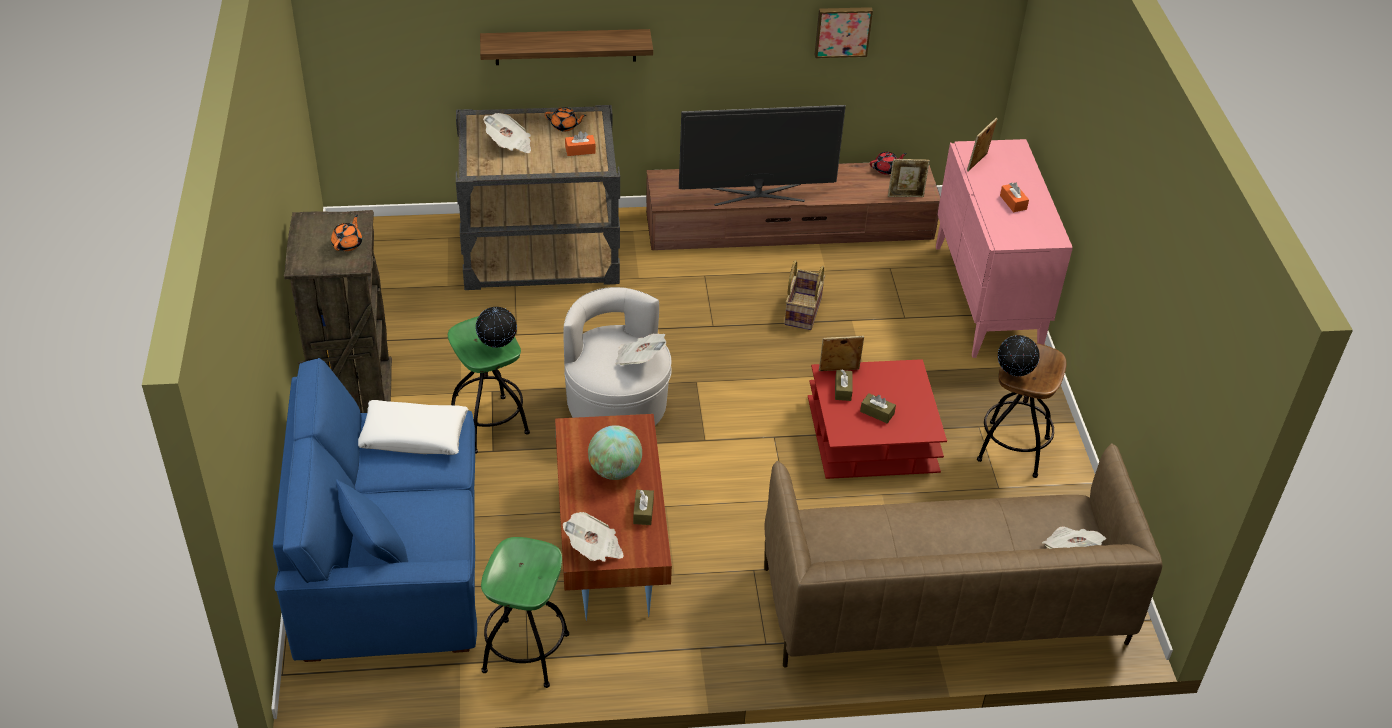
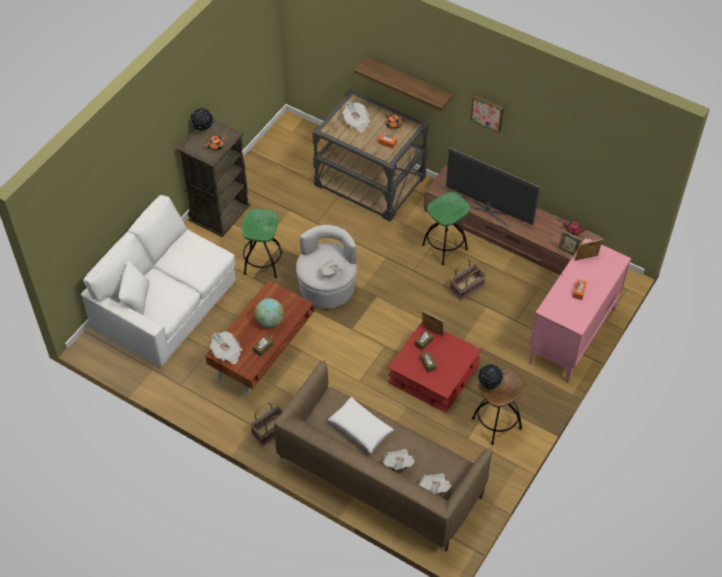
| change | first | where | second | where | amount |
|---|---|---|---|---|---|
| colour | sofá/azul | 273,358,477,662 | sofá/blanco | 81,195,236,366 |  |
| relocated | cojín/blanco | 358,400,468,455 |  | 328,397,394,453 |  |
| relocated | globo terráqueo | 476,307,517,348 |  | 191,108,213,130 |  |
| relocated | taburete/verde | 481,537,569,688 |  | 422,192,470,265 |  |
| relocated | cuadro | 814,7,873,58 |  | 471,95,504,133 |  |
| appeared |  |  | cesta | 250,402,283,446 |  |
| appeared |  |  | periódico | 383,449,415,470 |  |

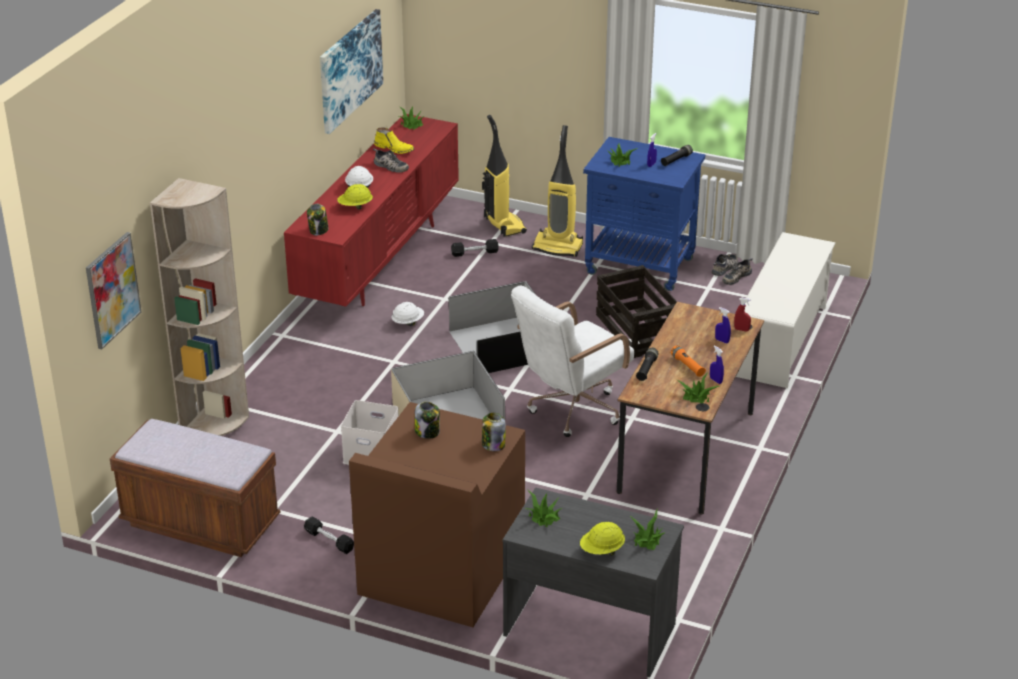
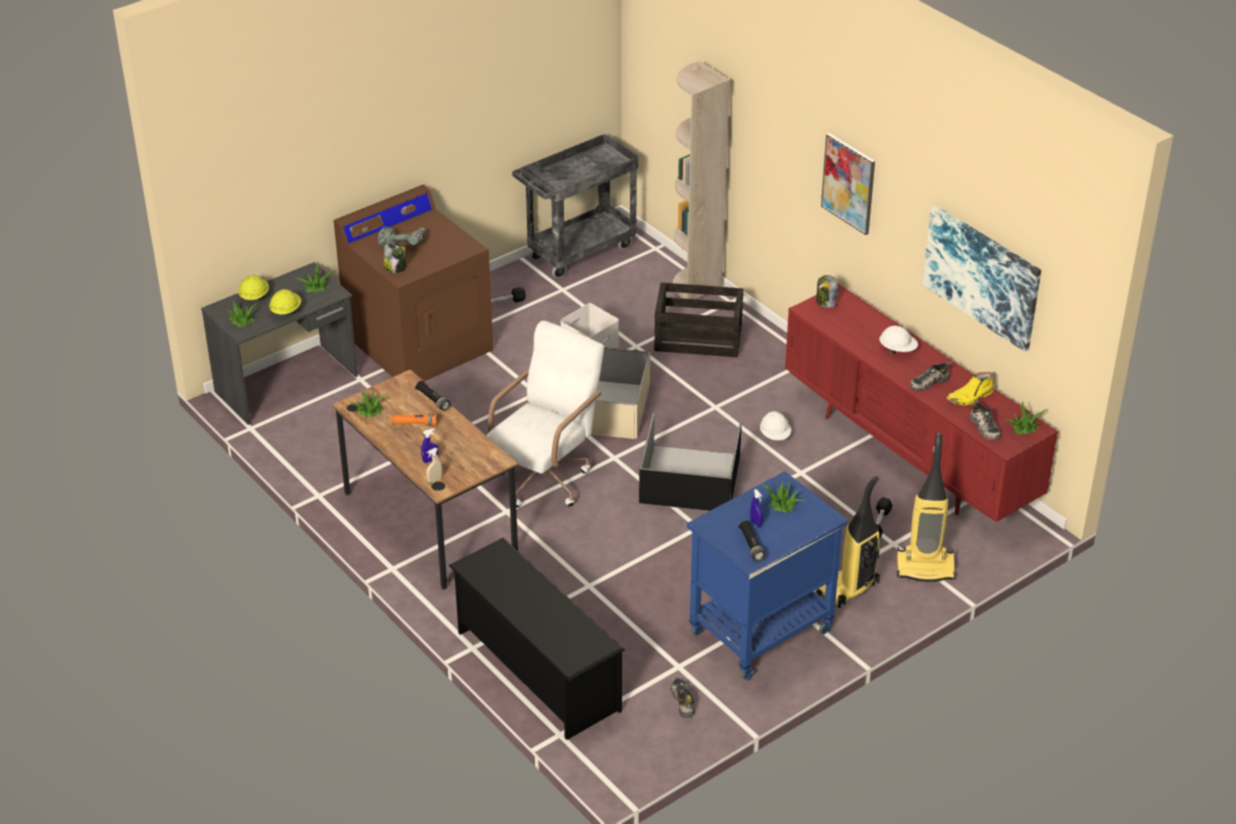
| change | first | where | second | where | amount |
|---|---|---|---|---|---|
| relocated | cuadro | 86,232,141,349 |  | 821,133,875,235 |  |
| exchanged | banco/marrón | 110,419,280,557 | carrito/gris | 512,134,638,279 |  |
| relocated | casco/amarillo | 337,184,373,210 |  | 269,289,301,314 |  |
| missing | tarro | 415,402,440,439 |  |  |  |
| spun | silla de oficina/blanco | 511,286,634,437 |  | 487,320,604,508 | 45 degrees clockwise |
| relocated | caja de embalaje | 596,265,677,358 |  | 654,282,743,357 |  |
| missing | pulverizador/azul | 710,345,724,384 |  |  |  |
| relocated | zapato | 712,254,738,276 |  | 970,399,1001,440 |  |
| colour | pulverizador/rojo | 734,298,751,331 | pulverizador/beis | 426,448,442,483 |  |
| colour | zapatero/blanco | 736,232,836,388 | zapatero/negro | 449,538,625,740 |  |
| appeared |  |  | taladro | 379,227,425,246 |  |

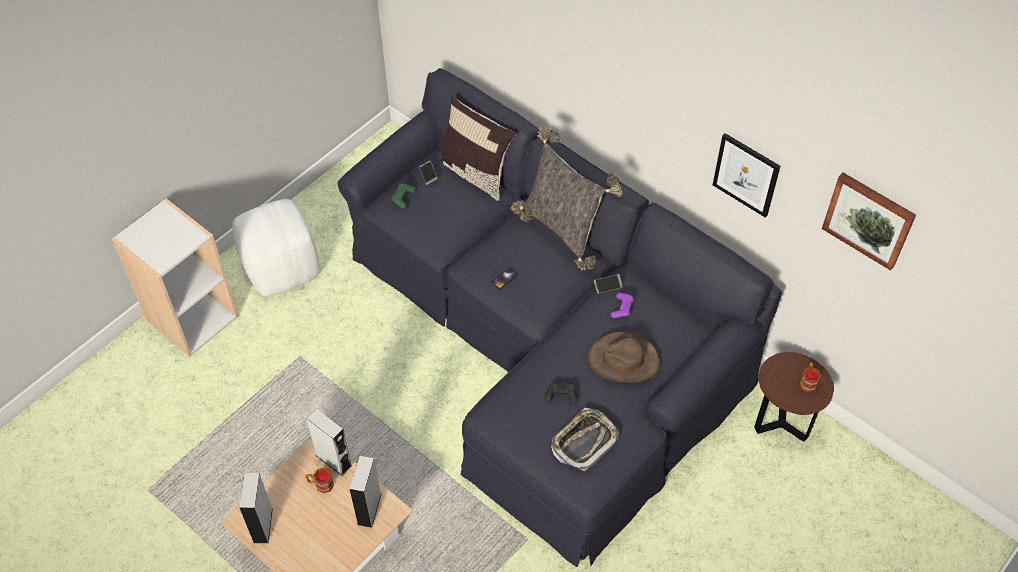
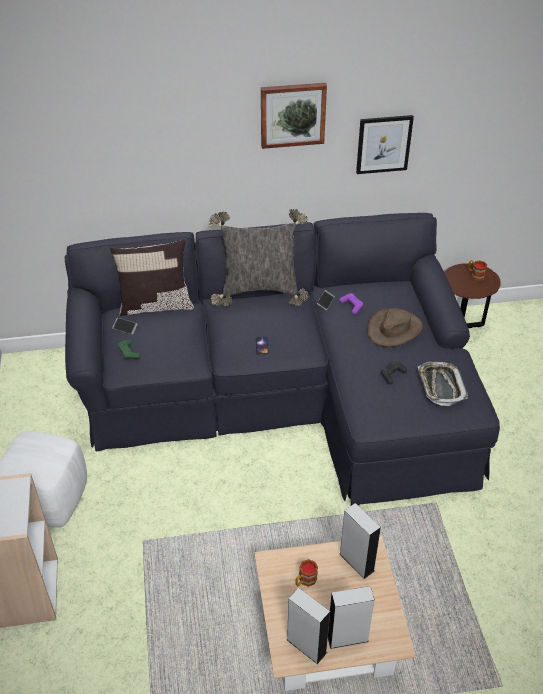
| change | first | where | second | where | amount |
|---|---|---|---|---|---|
| relocated | altavoz/gris | 306,408,352,476 |  | 328,586,375,649 |  |
| relocated | cuadro | 822,173,916,271 |  | 261,83,327,149 |  |

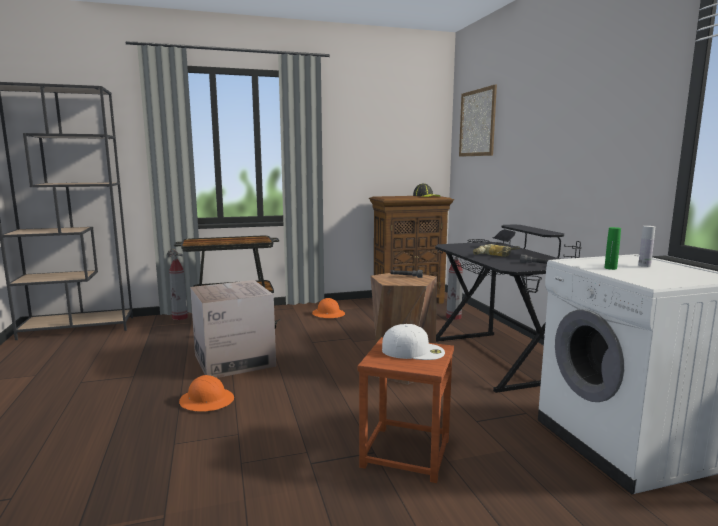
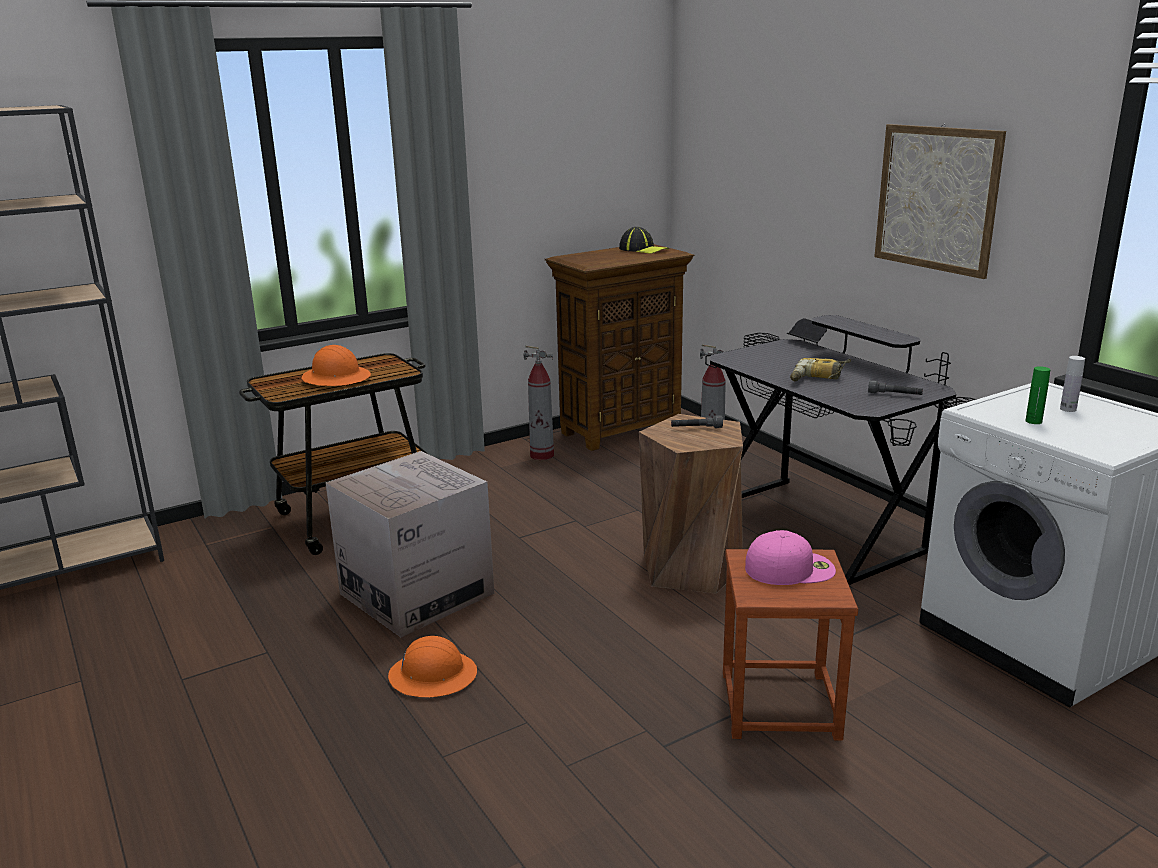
| change | first | where | second | where | amount |
|---|---|---|---|---|---|
| relocated | extintor | 167,248,188,320 |  | 524,345,554,460 |  |
| relocated | casco/naranja | 312,298,345,318 |  | 302,345,371,386 |  |
| colour | gorra/blanco | 382,324,445,360 | gorra/rosa | 745,530,836,585 |  |
| relocated | cuadro | 459,84,497,157 |  | 874,123,1006,279 |  |

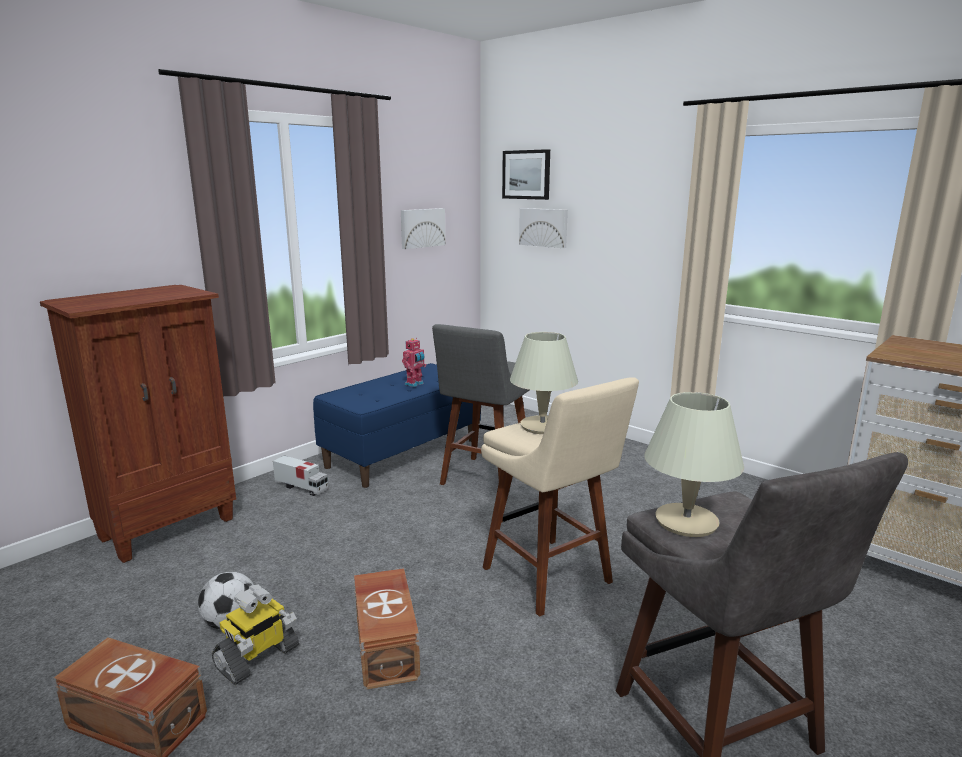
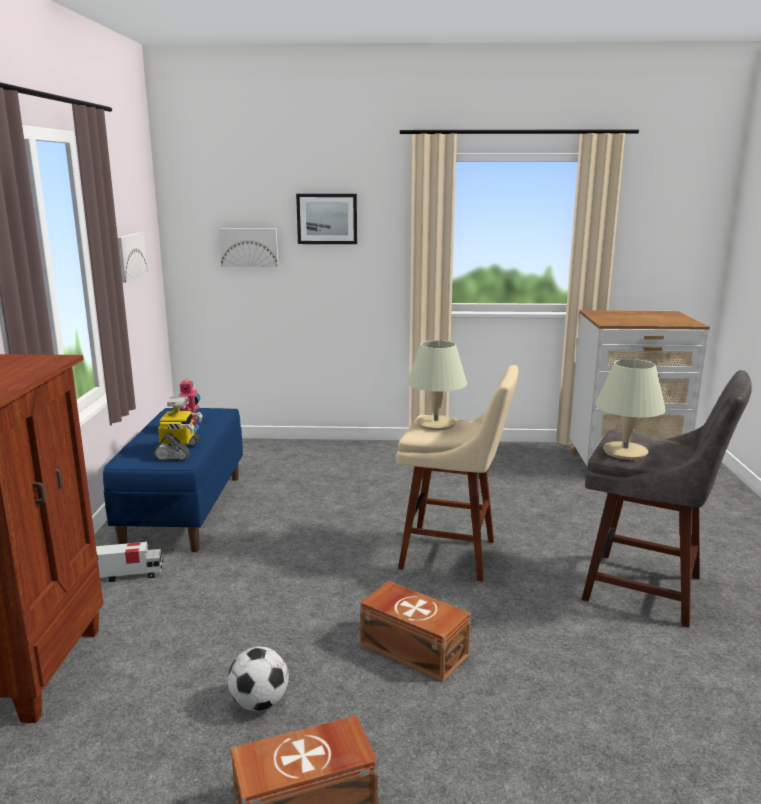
| change | first | where | second | where | amount |
|---|---|---|---|---|---|
| relocated | robot de juguete | 212,585,299,685 |  | 154,396,203,461 |  |
| missing | taburete/gris | 432,324,529,485 |  |  |  |
| relocated | cuadro | 502,149,550,200 |  | 296,194,357,244 |  |

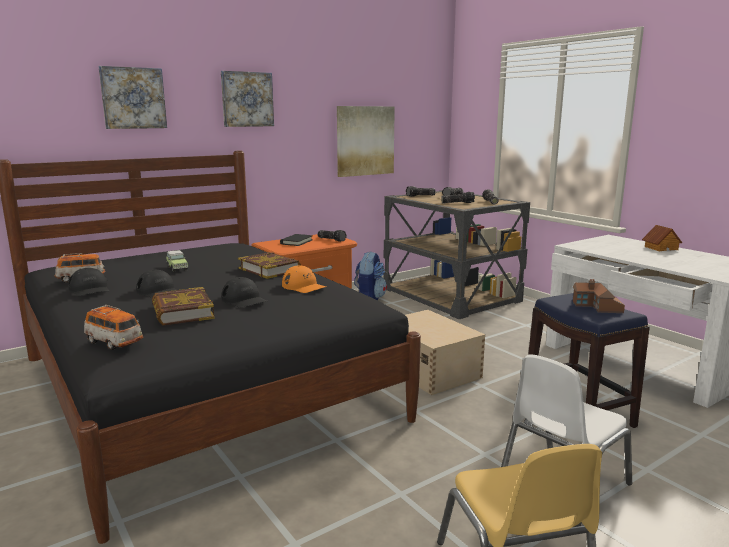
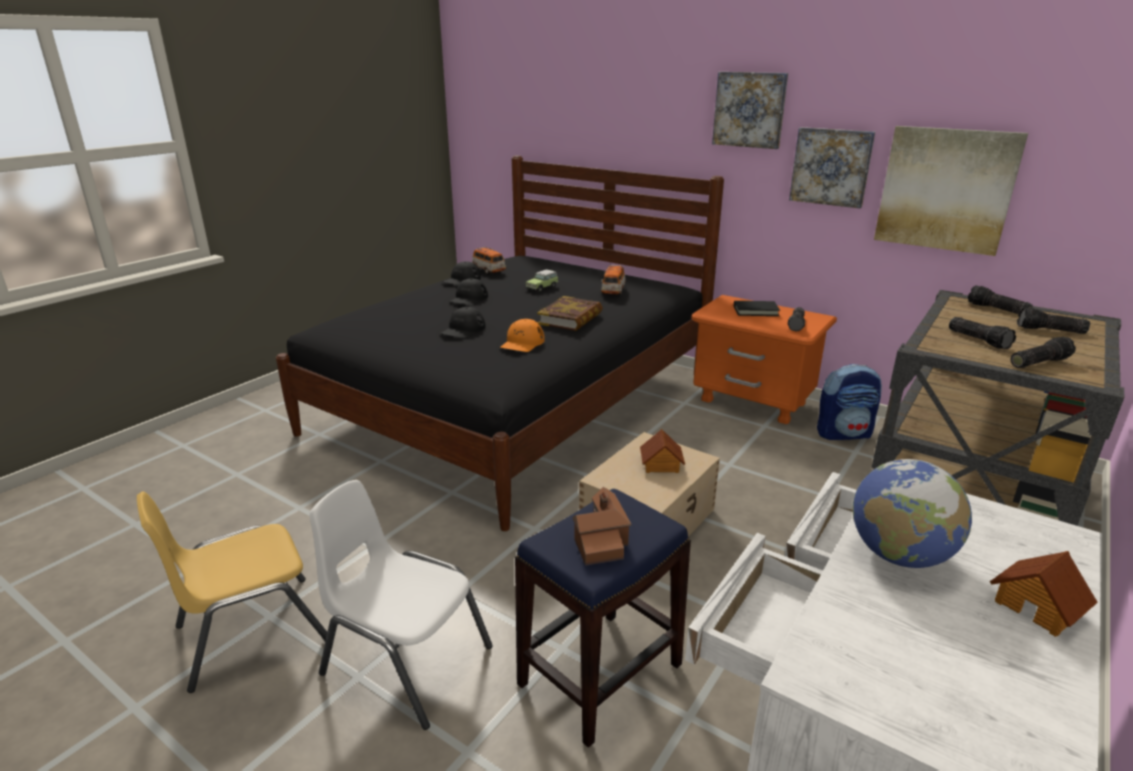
| change | first | where | second | where | amount |
|---|---|---|---|---|---|
| relocated | coche de juguete | 84,305,143,350 |  | 601,265,626,295 |  |
| relocated | cuadro | 98,66,167,129 |  | 789,127,875,208 |  |
| missing | libro | 152,287,215,326 |  |  |  |
| appeared |  |  | casita | 640,429,685,473 |  |
| appeared |  |  | globo terráqueo | 853,459,972,568 |  |

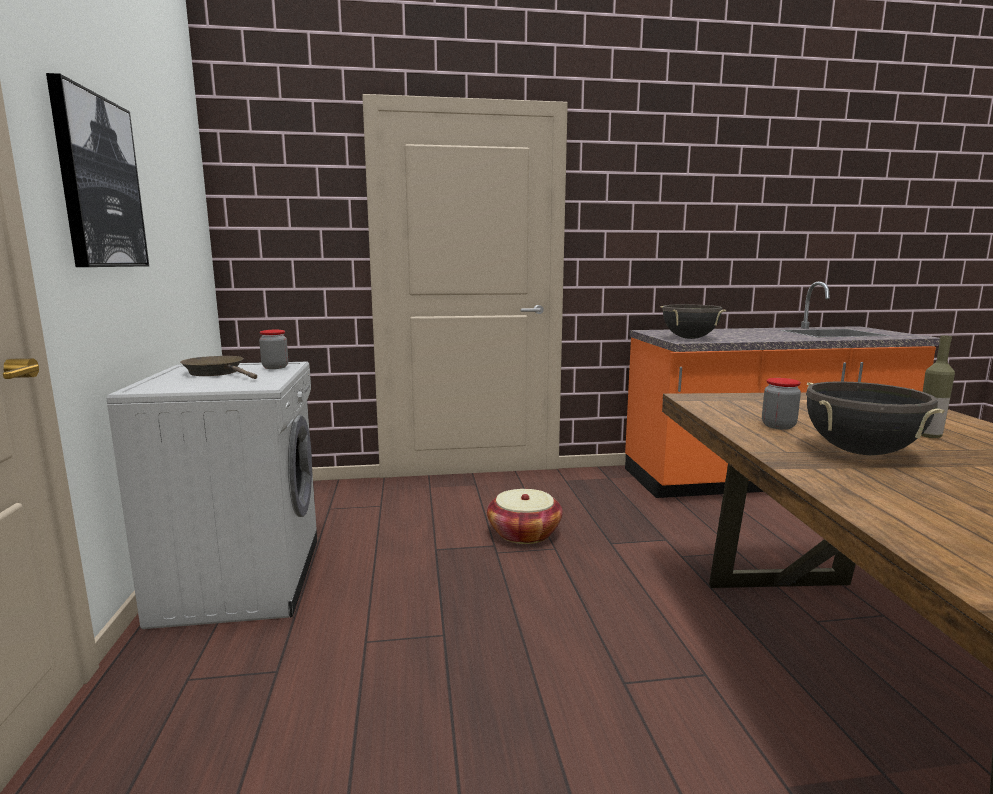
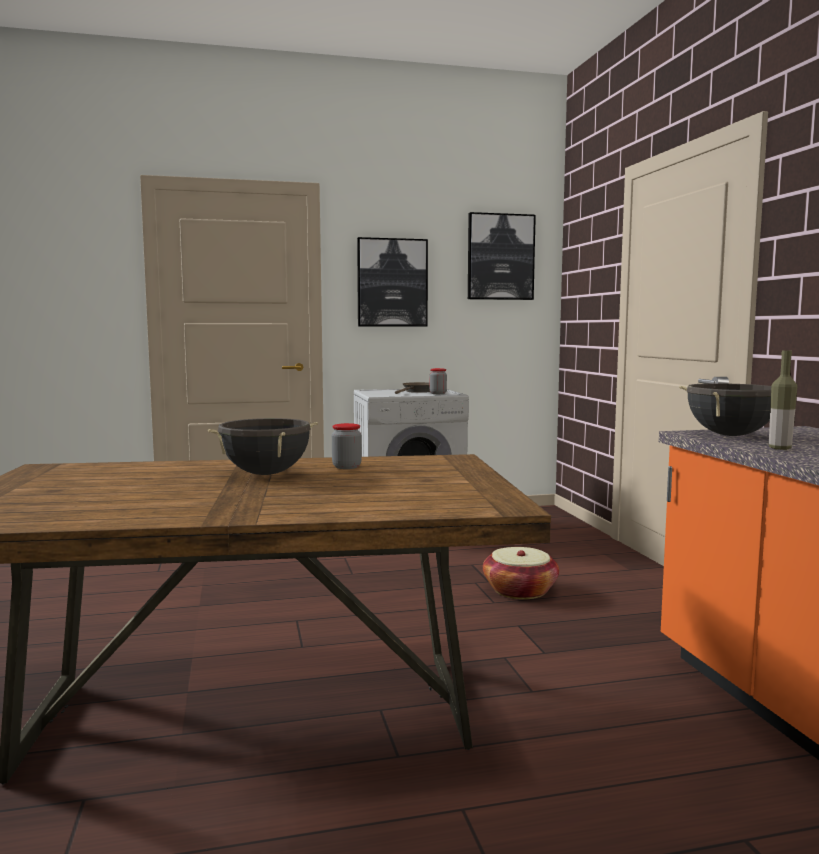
| change | first | where | second | where | amount |
|---|---|---|---|---|---|
| relocated | botella | 921,335,955,438 |  | 769,350,797,450 |  |
| appeared |  |  | cuadro | 468,212,536,300 |  |

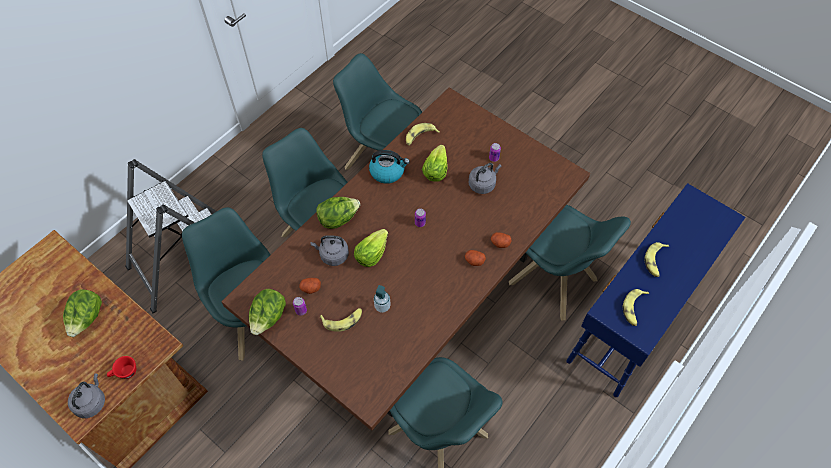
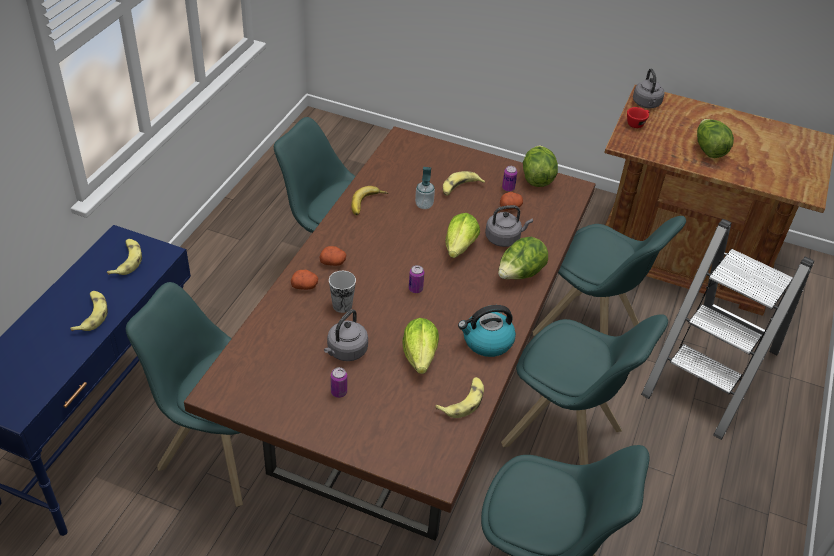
| change | first | where | second | where | amount |
|---|---|---|---|---|---|
| appeared |  |  | taza | 329,271,356,313 |  |
| appeared |  |  | plátano | 351,186,388,215 |  |

